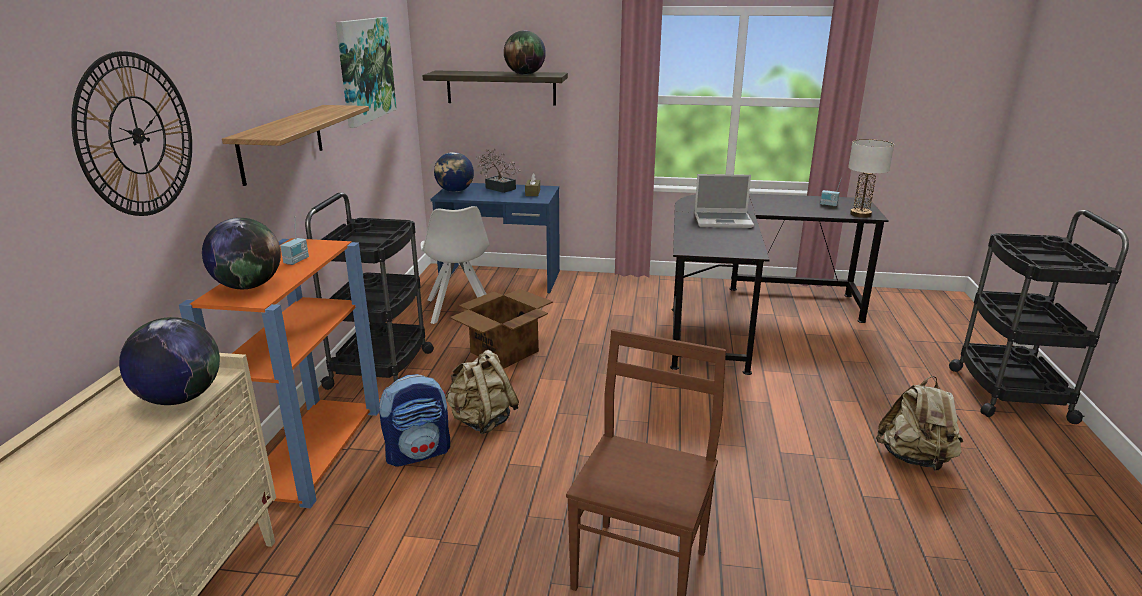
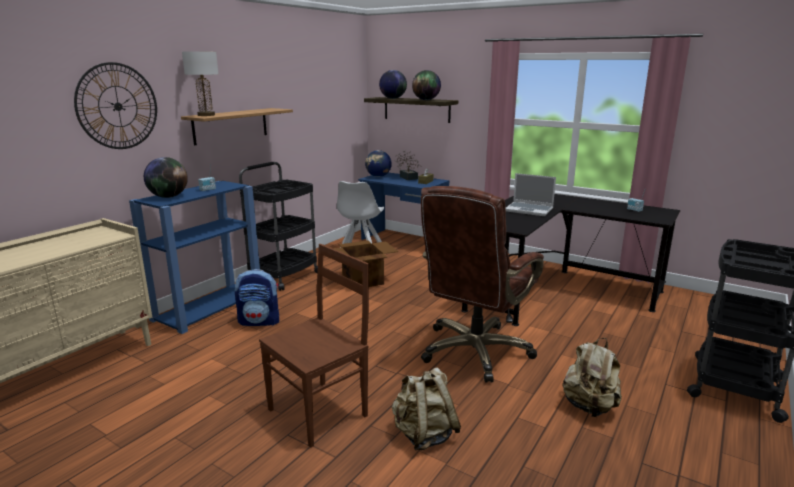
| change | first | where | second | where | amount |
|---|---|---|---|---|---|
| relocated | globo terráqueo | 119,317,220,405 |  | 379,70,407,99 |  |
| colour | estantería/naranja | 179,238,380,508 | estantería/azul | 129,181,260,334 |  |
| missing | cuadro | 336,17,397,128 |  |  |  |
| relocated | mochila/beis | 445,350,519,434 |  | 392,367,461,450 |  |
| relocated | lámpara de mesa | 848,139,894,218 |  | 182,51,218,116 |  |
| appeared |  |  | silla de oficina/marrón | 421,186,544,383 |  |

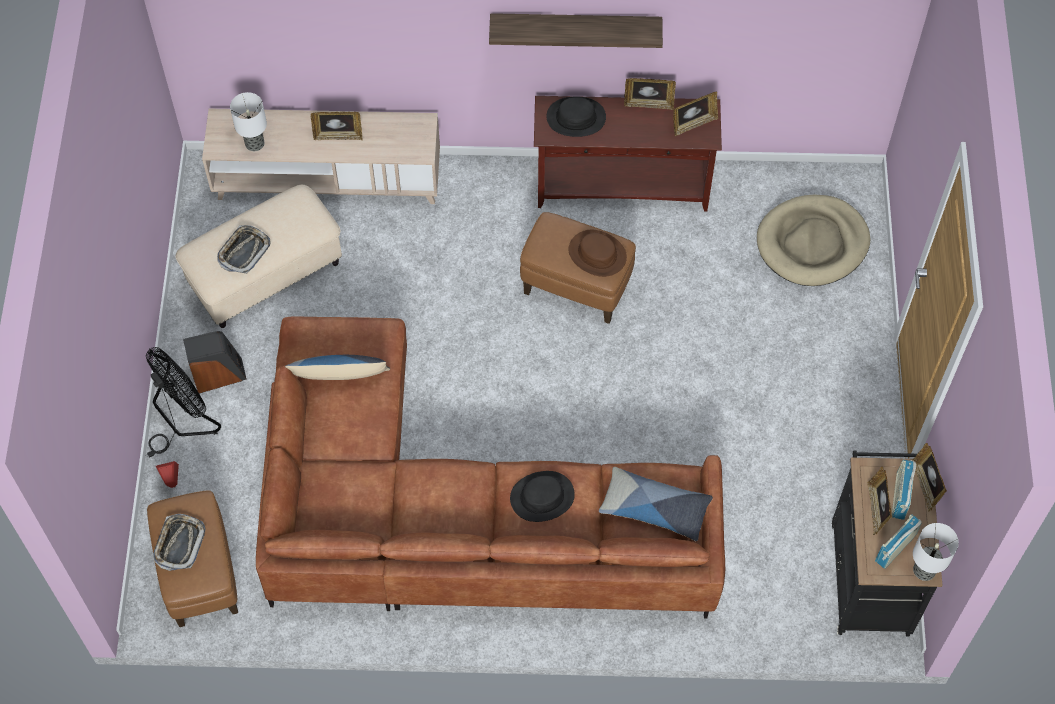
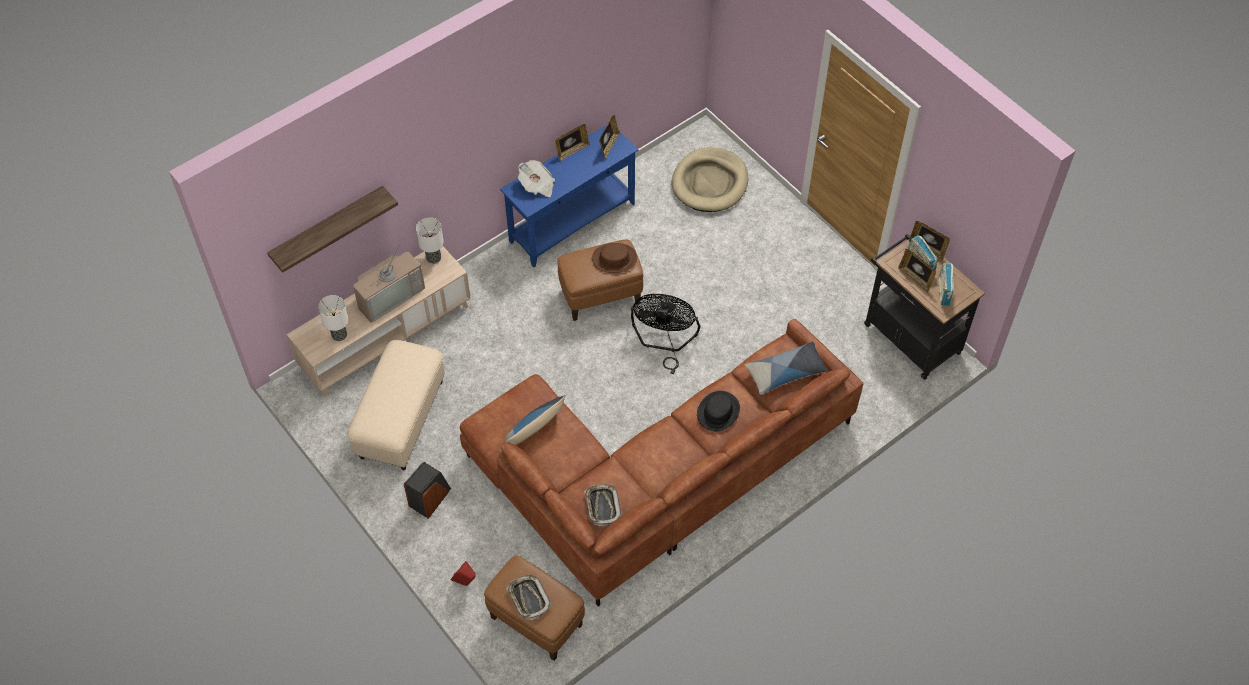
| change | first | where | second | where | amount |
|---|---|---|---|---|---|
| relocated | ventilador/negro | 146,347,221,457 |  | 631,294,700,374 |  |
| relocated | bandeja | 217,225,270,274 |  | 584,484,621,526 |  |
| exchanged | portarretratos | 311,112,363,140 | televisor | 353,244,425,323 |  |
| relocated | estante | 489,13,663,48 |  | 267,186,398,273 |  |
| colour | mesa consola/marrón | 534,96,722,212 | mesa consola/azul | 500,125,639,267 |  |
| exchanged | sombrero/negro | 546,97,606,137 | periódico | 518,160,555,197 |  |
| relocated | lámpara de mesa | 913,523,959,581 |  | 416,217,444,264 |  |

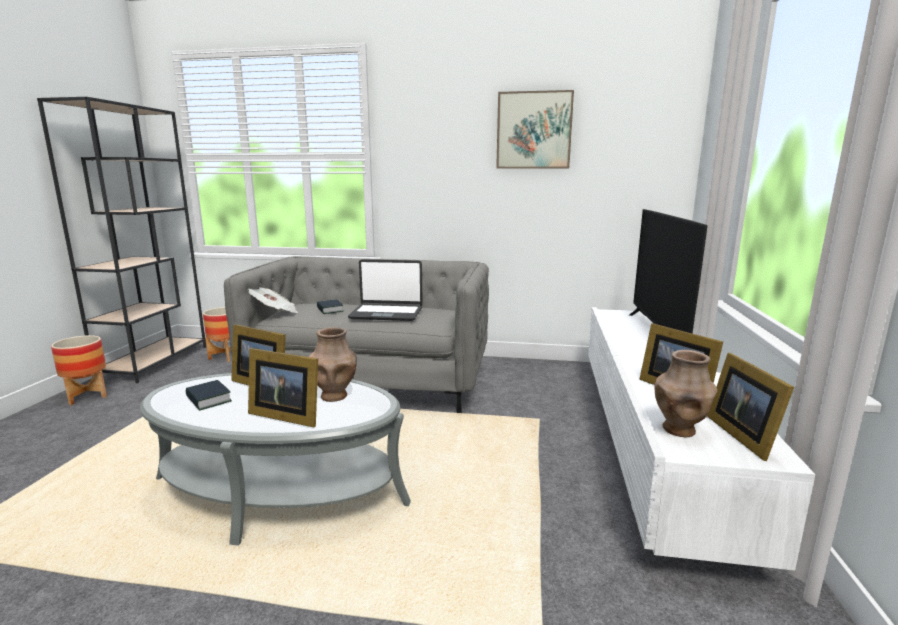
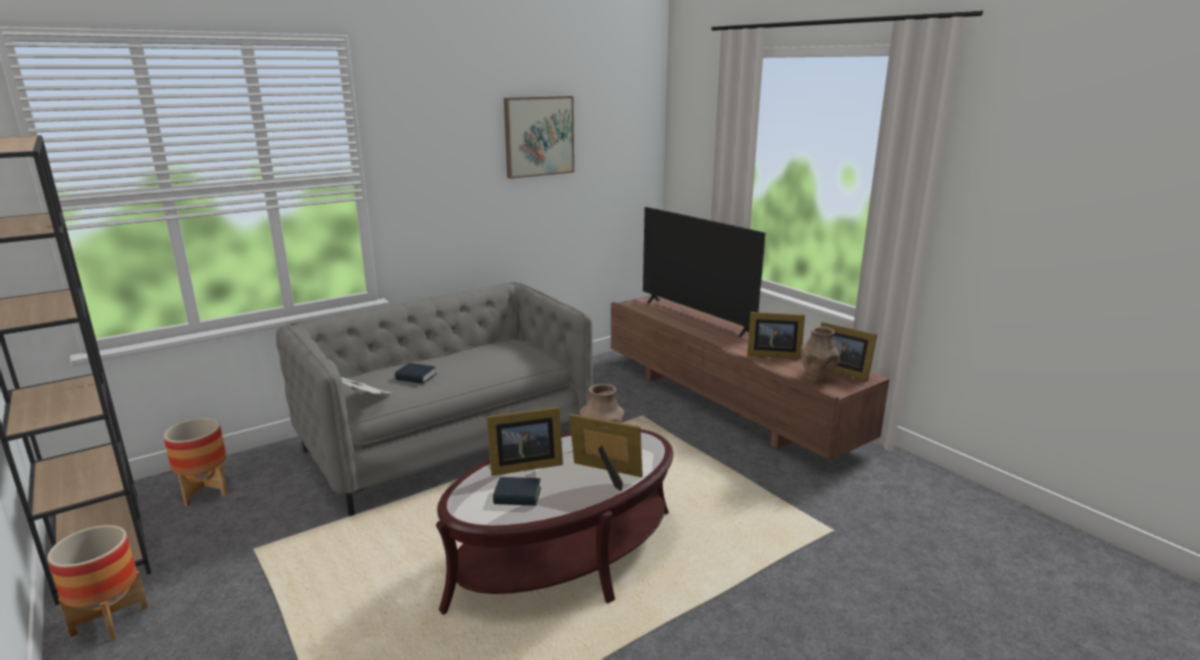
| change | first | where | second | where | amount |
|---|---|---|---|---|---|
| colour | mesa de centro/gris | 140,373,411,546 | mesa de centro/marrón | 436,429,673,615 |  |
| spun | portarretratos | 248,348,318,427 |  | 569,414,643,491 | 135 degrees counterclockwise |
| missing | portátil | 348,259,423,321 |  |  |  |
| colour | mueble de televisión/blanco | 588,307,815,571 | mueble de televisión/marrón | 611,295,889,460 |  |

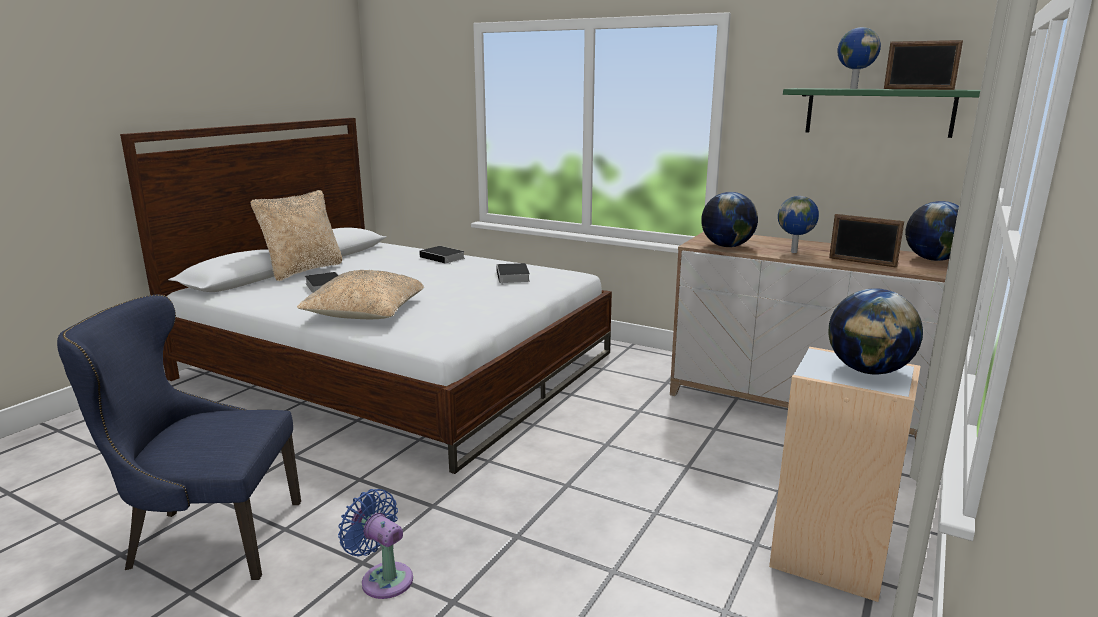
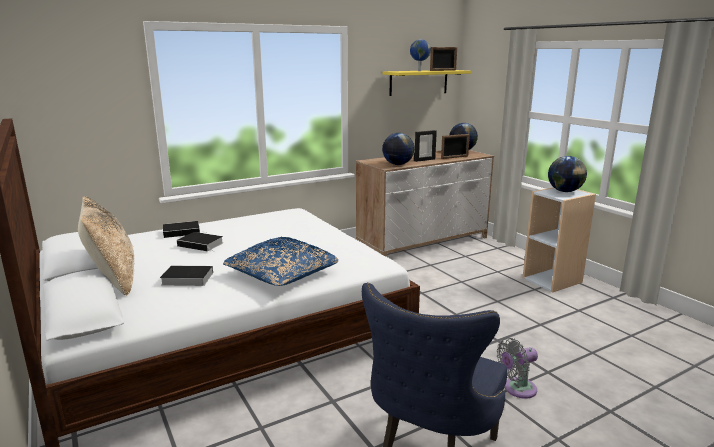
| change | first | where | second | where | amount |
|---|---|---|---|---|---|
| colour | cojín/beis | 297,270,424,319 | cojín/azul | 223,237,338,286 |  |
| colour | ventilador/azul | 338,489,413,599 | ventilador/gris | 497,337,538,398 |  |
| relocated | libro | 496,263,530,284 |  | 177,232,223,251 |  |
| exchanged | globo terráqueo | 778,196,819,253 | portarretratos | 414,130,437,162 |  |
| colour | estante/verde | 783,88,980,138 | estante/amarillo | 383,70,471,96 |  |

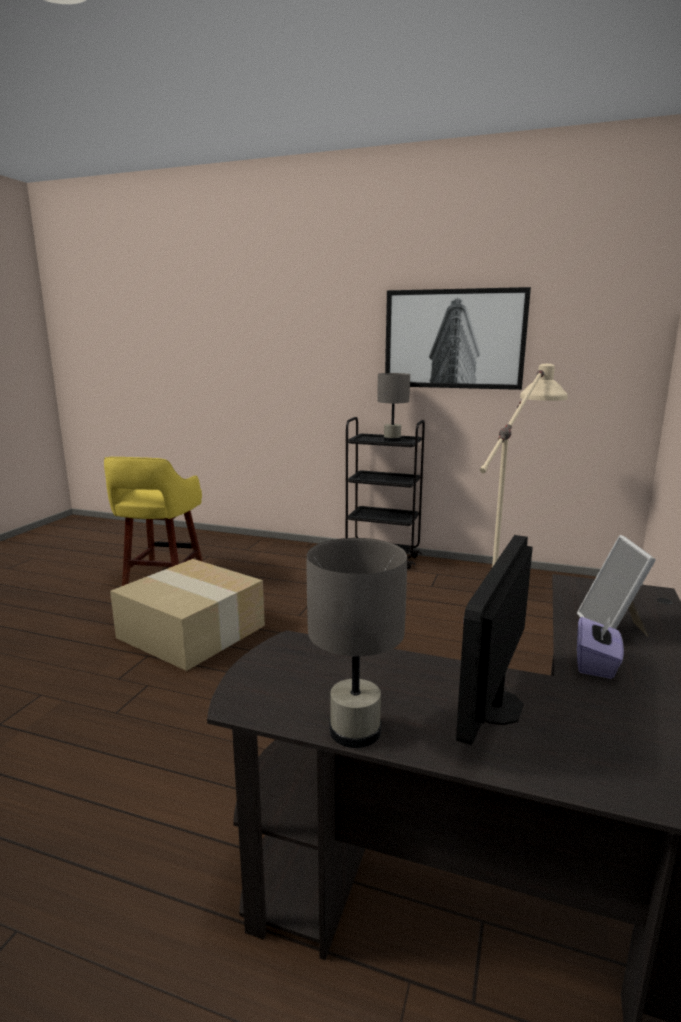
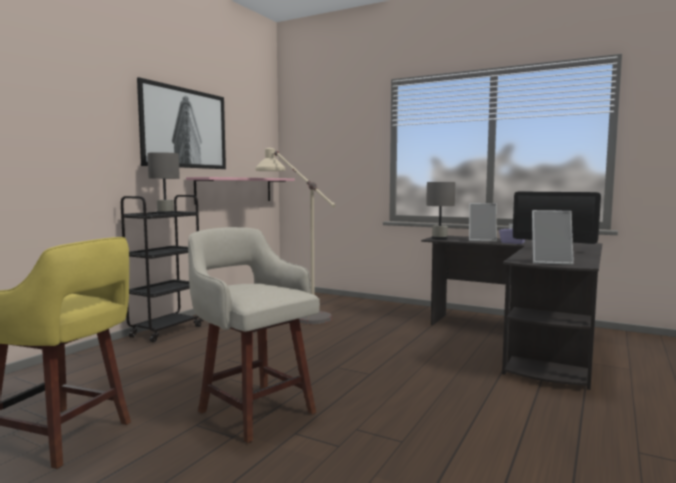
| change | first | where | second | where | amount |
|---|---|---|---|---|---|
| exchanged | caja de cartón | 110,559,265,671 | taburete/beis | 188,227,320,443 |  |
| relocated | lámpara de mesa/gris | 307,538,407,748 |  | 426,182,455,240 |  |
| appeared |  |  | estante/rosa | 186,177,295,205 |  |
| appeared |  |  | portarretratos | 532,210,574,265 |  |

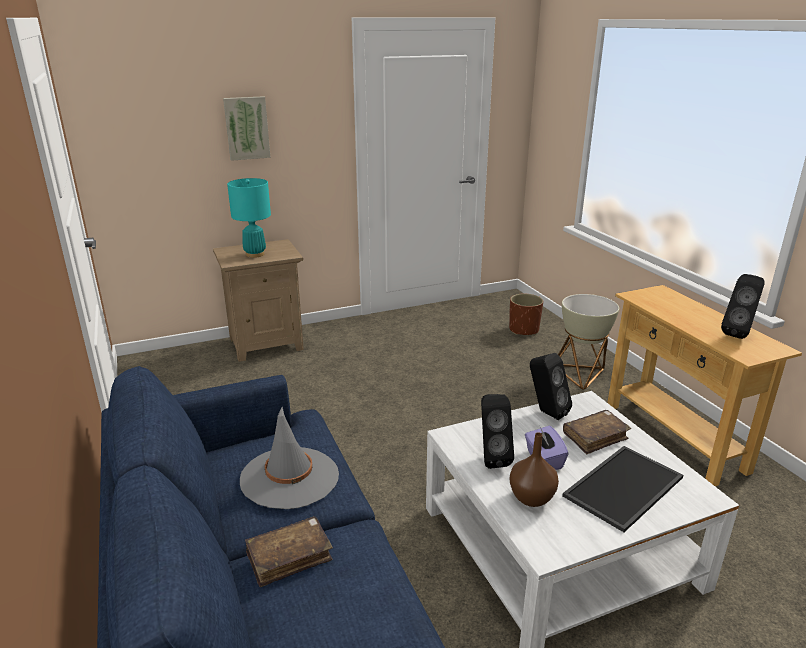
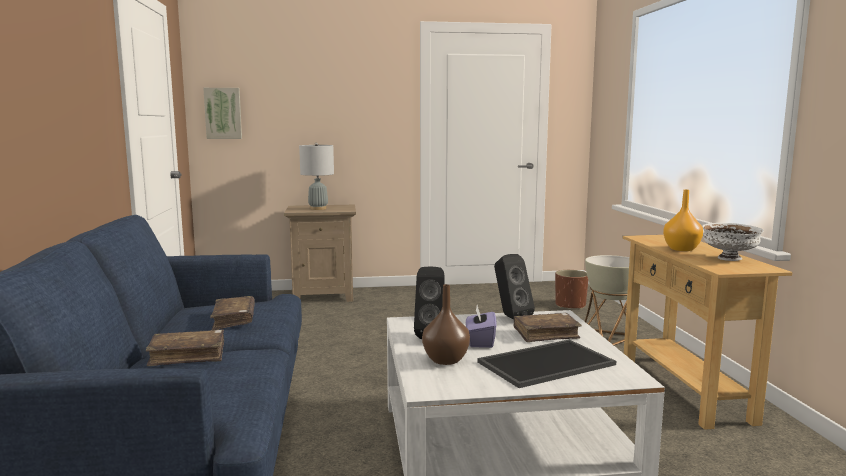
| change | first | where | second | where | amount |
|---|---|---|---|---|---|
| relocated | cuadro | 223,96,271,161 |  | 203,88,242,139 |  |
| colour | lámpara de mesa/turquesa | 227,178,271,258 | lámpara de mesa/gris | 299,142,334,210 |  |
| exchanged | sombrero/gris | 240,407,339,509 | libro/marrón | 210,296,255,330 |  |
| exchanged | altavoz/negro | 721,274,764,339 | cuenco/blanco | 702,223,764,261 |  |
| appeared |  |  | florero/naranja | 663,190,703,251 |  |

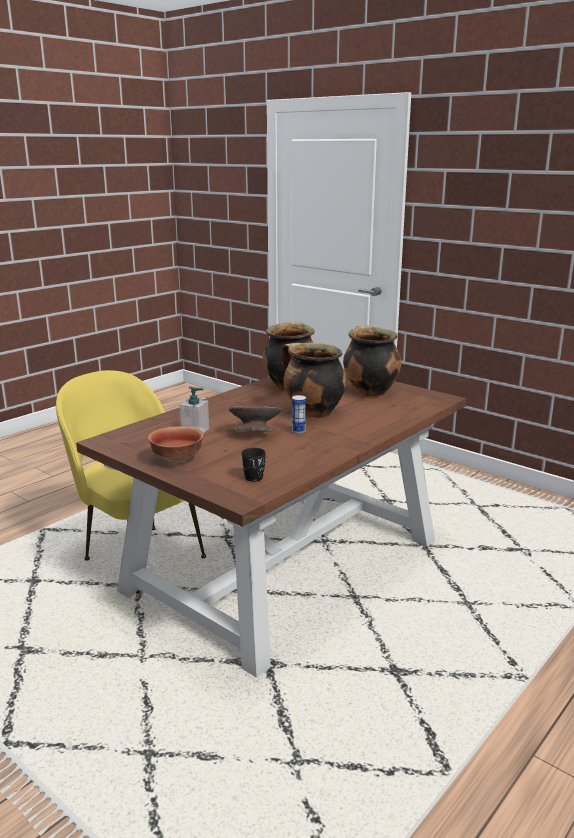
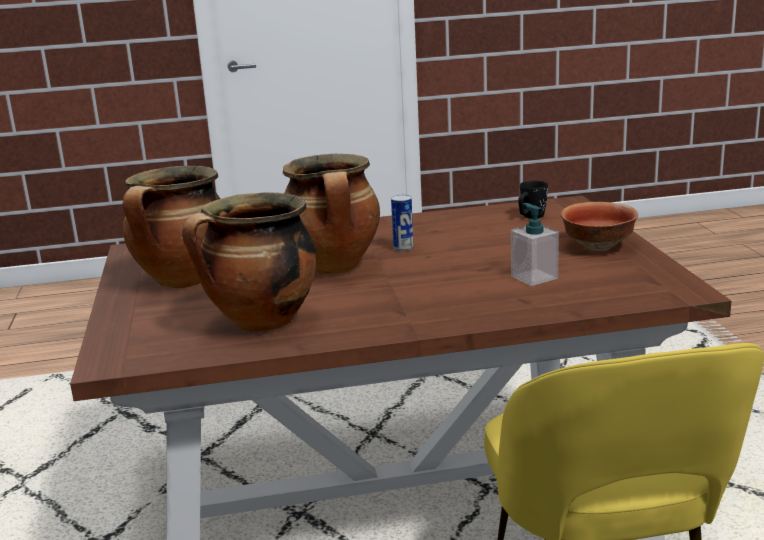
| change | first | where | second | where | amount |
|---|---|---|---|---|---|
| missing | cuenco/gris | 228,406,282,433 |  |  |  |

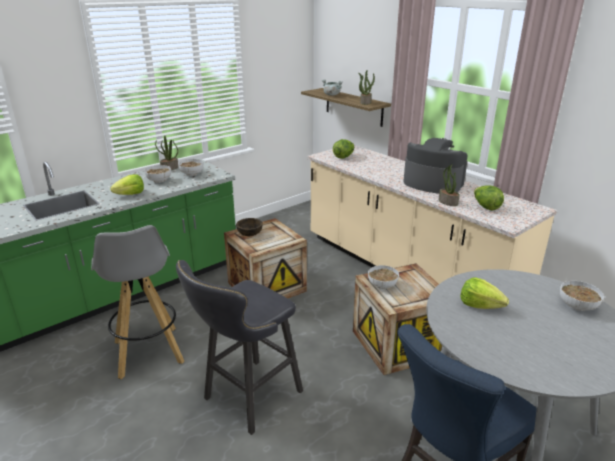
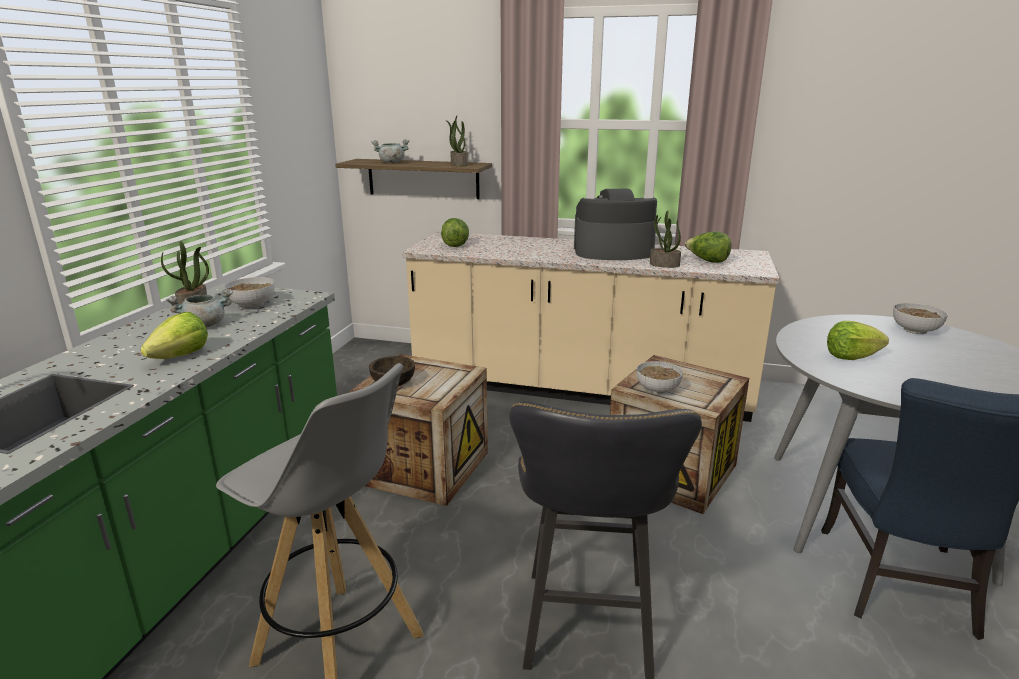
| change | first | where | second | where | amount |
|---|---|---|---|---|---|
| exchanged | cuenco | 144,165,171,183 | olla/gris | 166,289,233,328 |  |

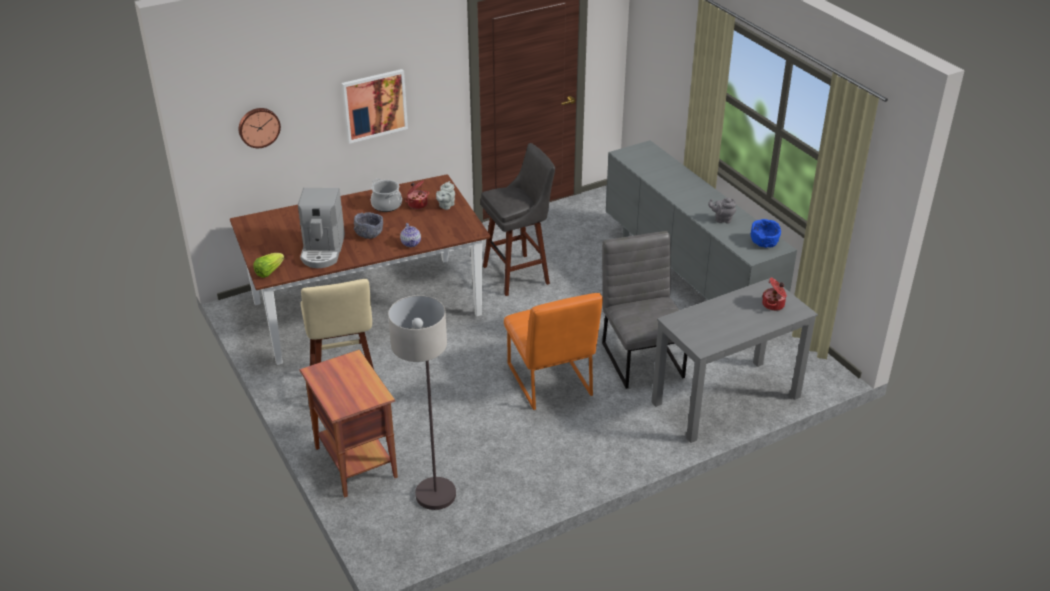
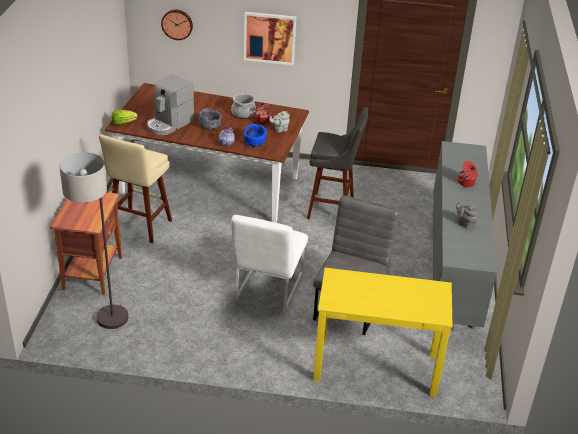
| change | first | where | second | where | amount |
|---|---|---|---|---|---|
| colour | silla/naranja | 504,293,603,410 | silla/blanco | 231,215,308,312 |  |
| colour | escritorio/gris | 651,278,818,443 | escritorio/amarillo | 313,268,452,397 |  |
| relocated | cuenco/azul | 751,219,781,248 |  | 244,124,267,147 |  |
| relocated | olla | 762,278,787,311 |  | 457,161,479,187 |  |

